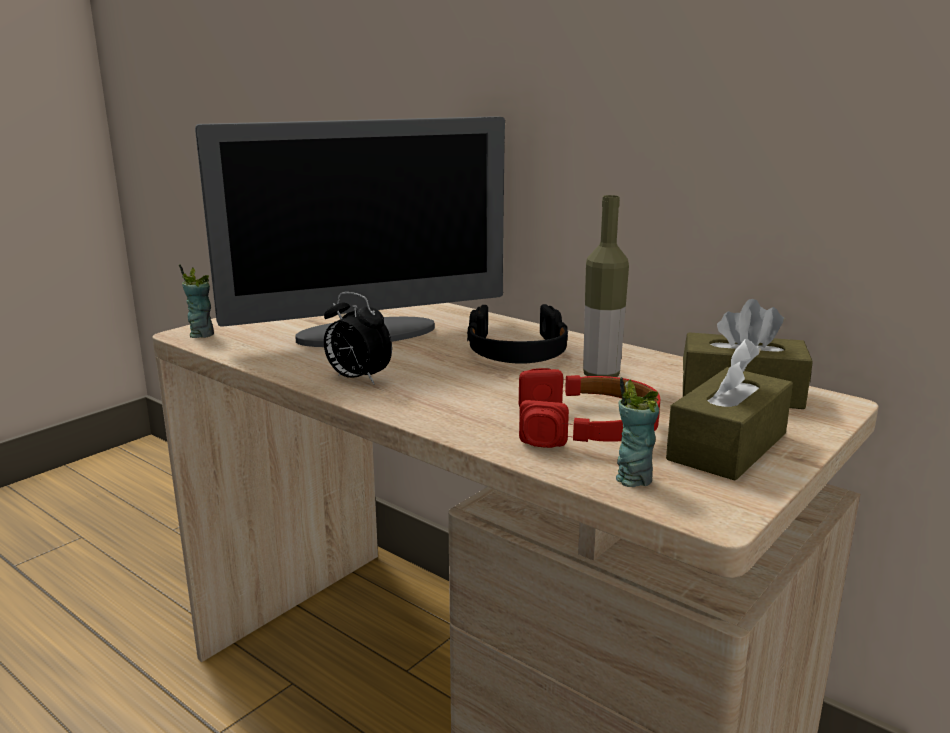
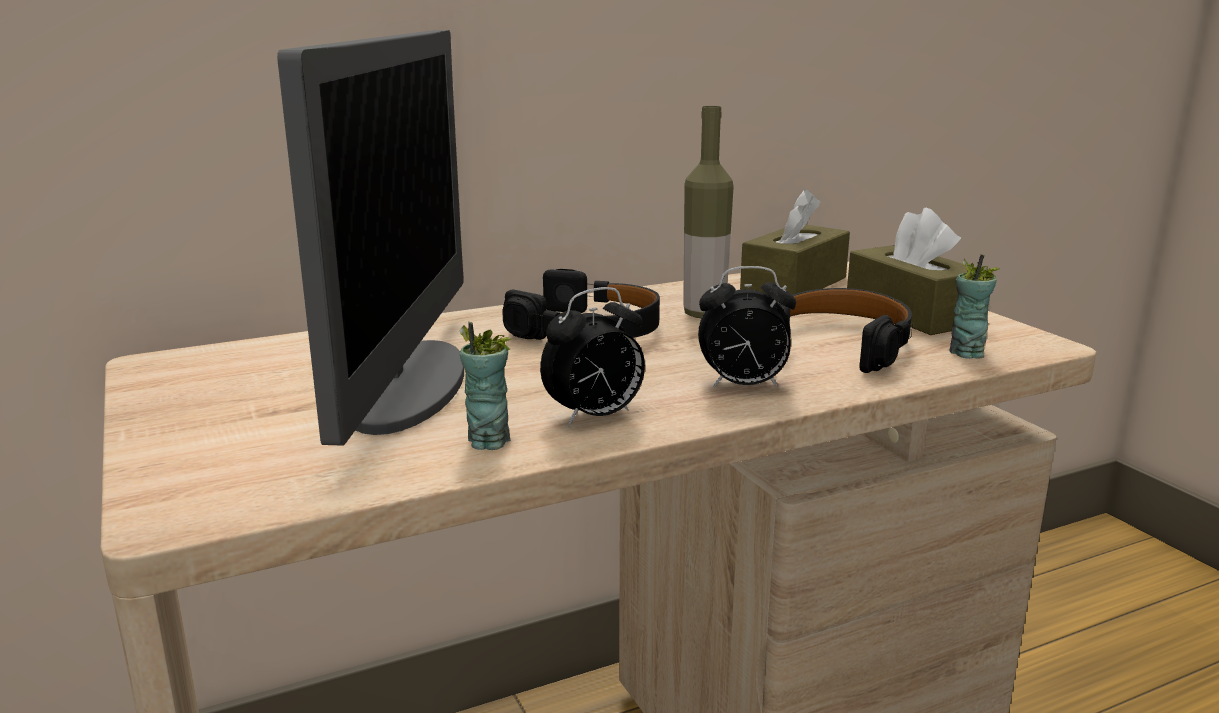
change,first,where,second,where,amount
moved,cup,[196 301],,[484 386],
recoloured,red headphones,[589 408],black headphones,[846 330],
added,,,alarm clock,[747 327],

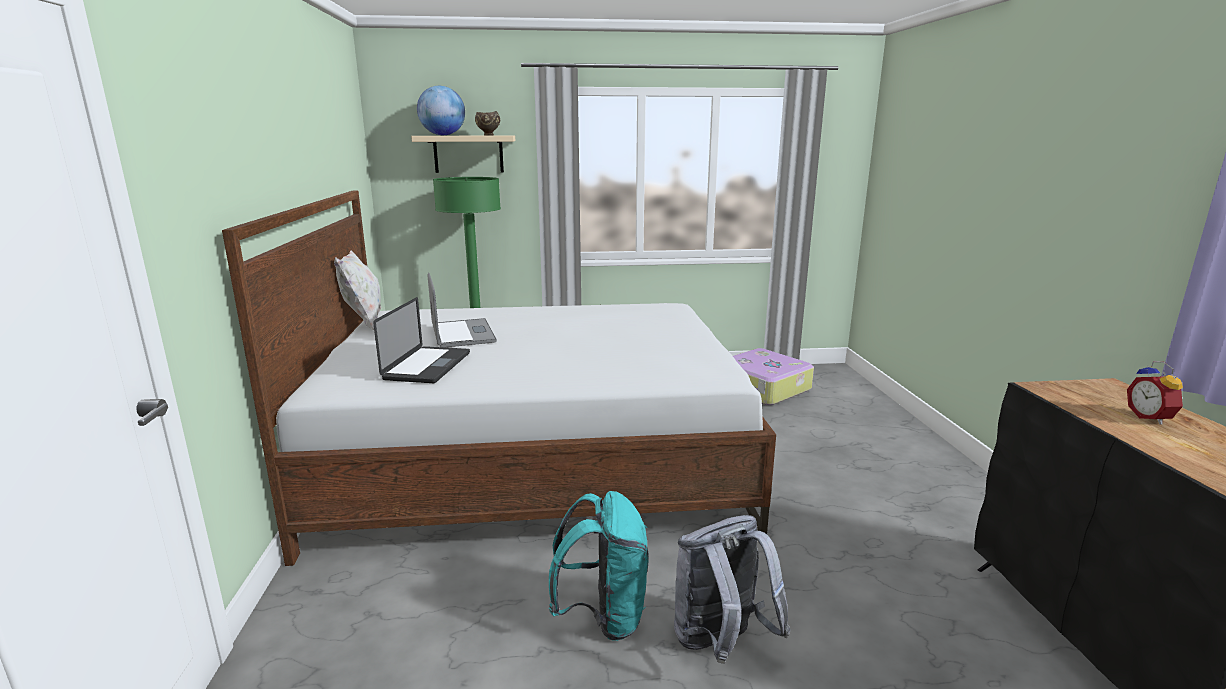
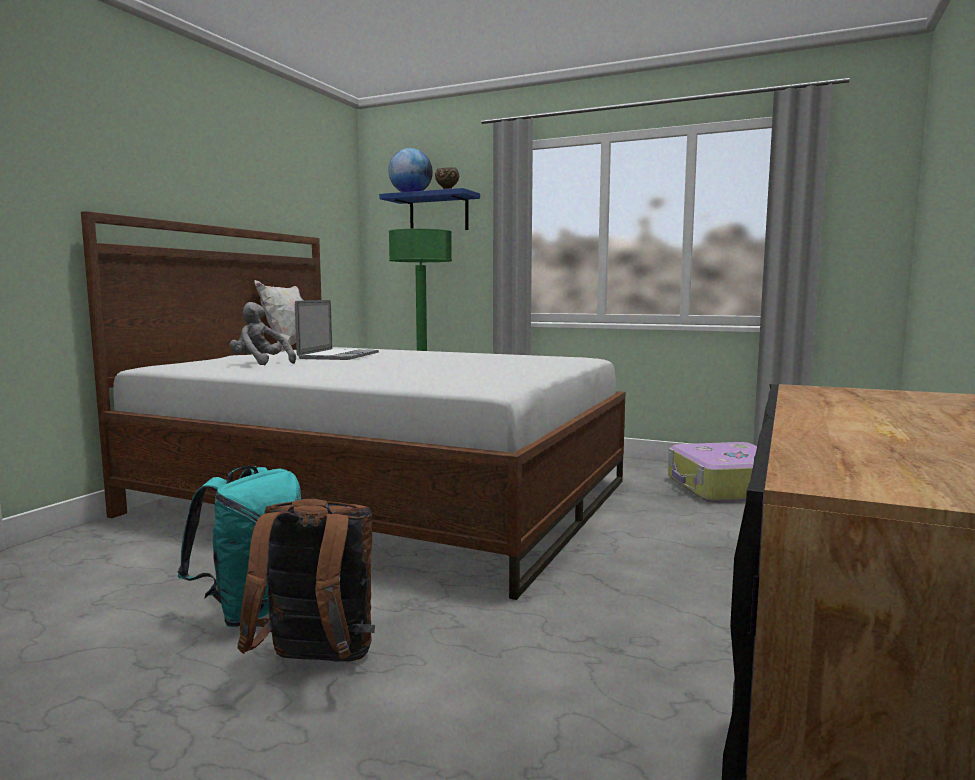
change,first,where,second,where,amount
recoloured,beige shelf,[463 154],blue shelf,[429 209],
replaced,laptop,[421 340],grey plush toy,[262 333],
removed,alarm clock,[1155 393],,,
recoloured,grey backpack,[732 589],brown backpack,[306 580],

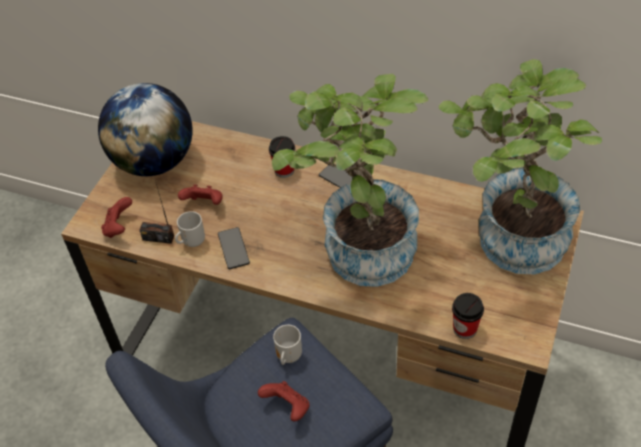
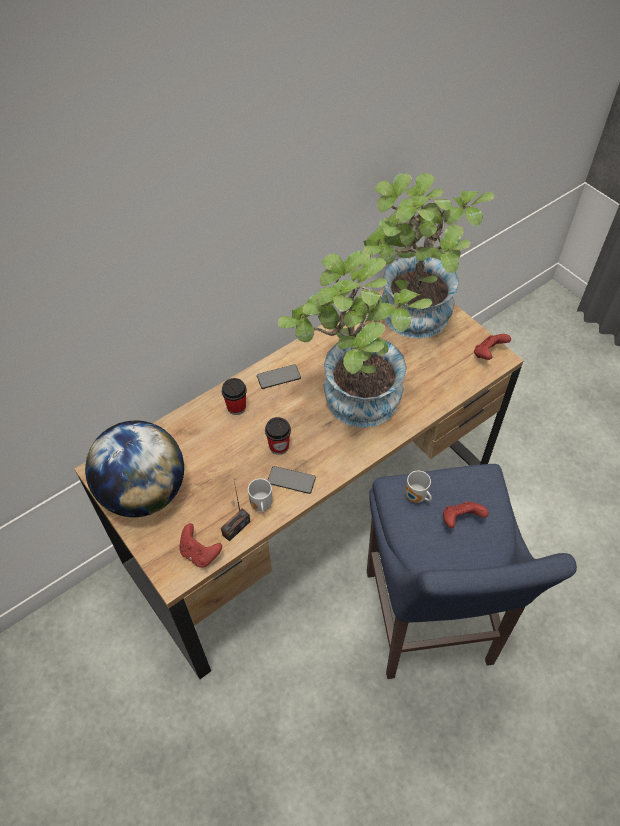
change,first,where,second,where,amount
moved,red game controller,[200 194],,[492 347],
moved,cup,[468 316],,[278 436],

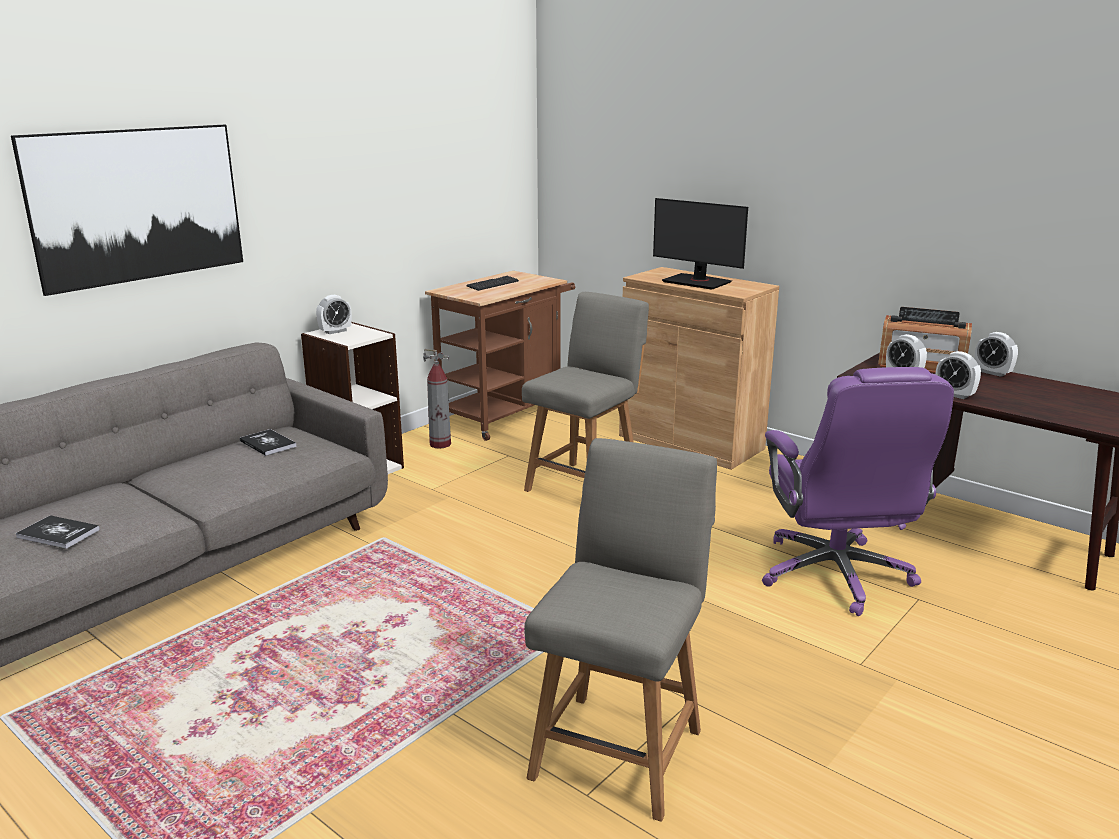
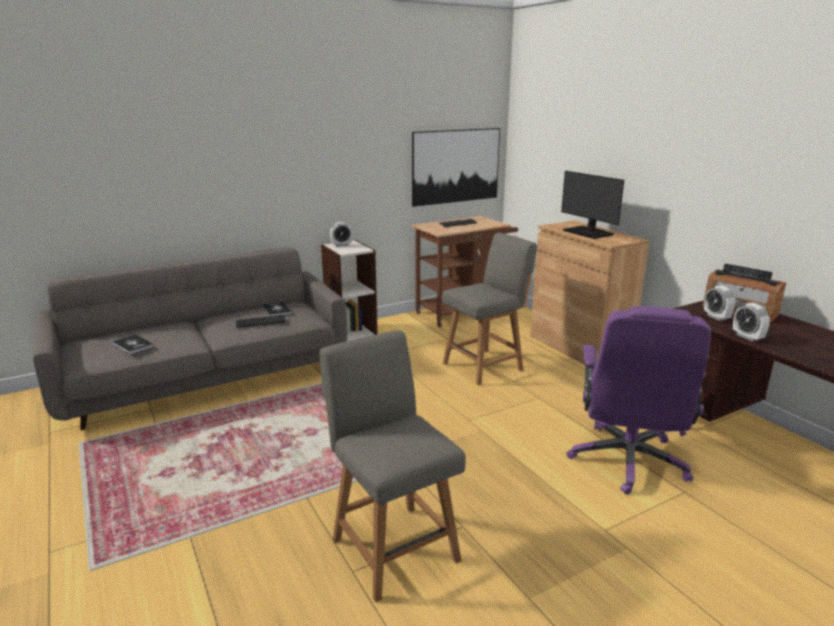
change,first,where,second,where,amount
moved,picture,[127 210],,[456 167],
removed,alarm clock,[996 354],,,
removed,fire extinguisher,[437 399],,,
turned,grey chair,[620 630],,[393 466],75 degrees counterclockwise
added,,,keyboard,[261 321],

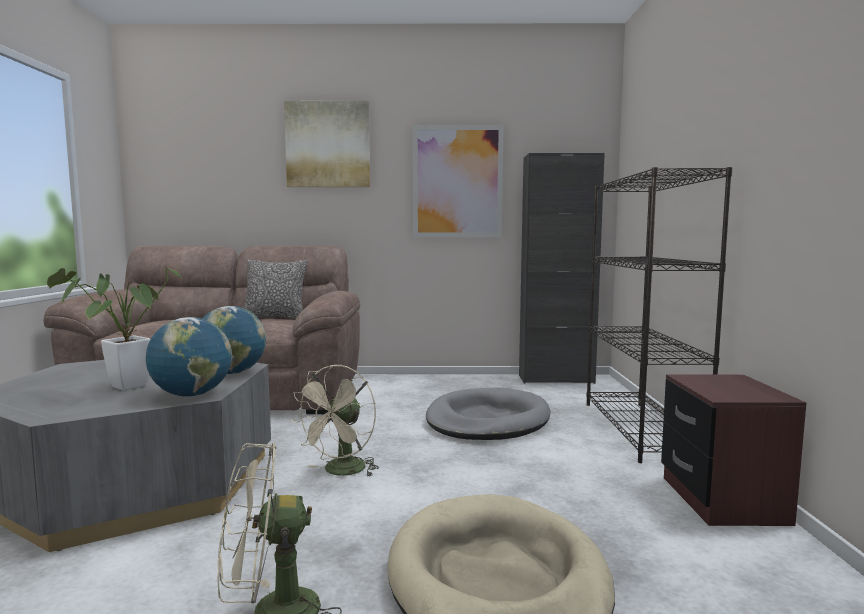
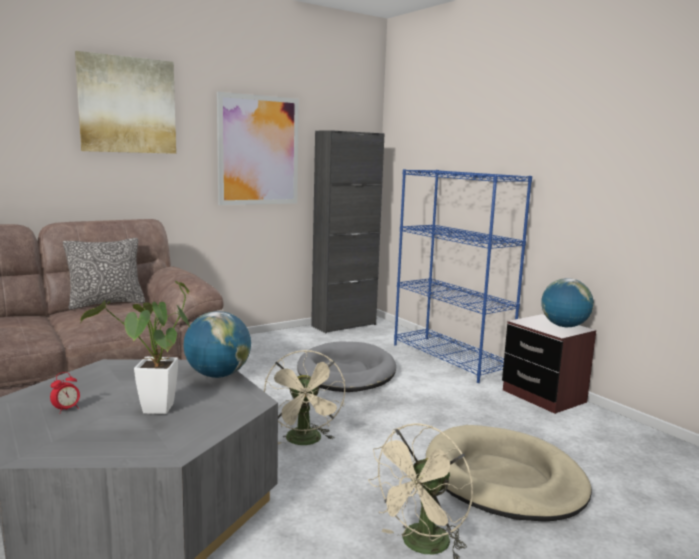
change,first,where,second,where,amount
recoloured,black bookcase,[659 315],blue bookcase,[463 276],
moved,globe,[189 357],,[567 303],
added,,,alarm clock,[65 393],

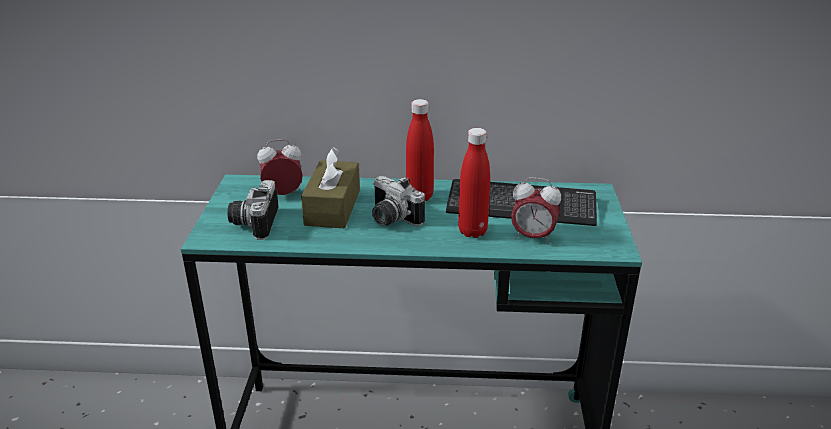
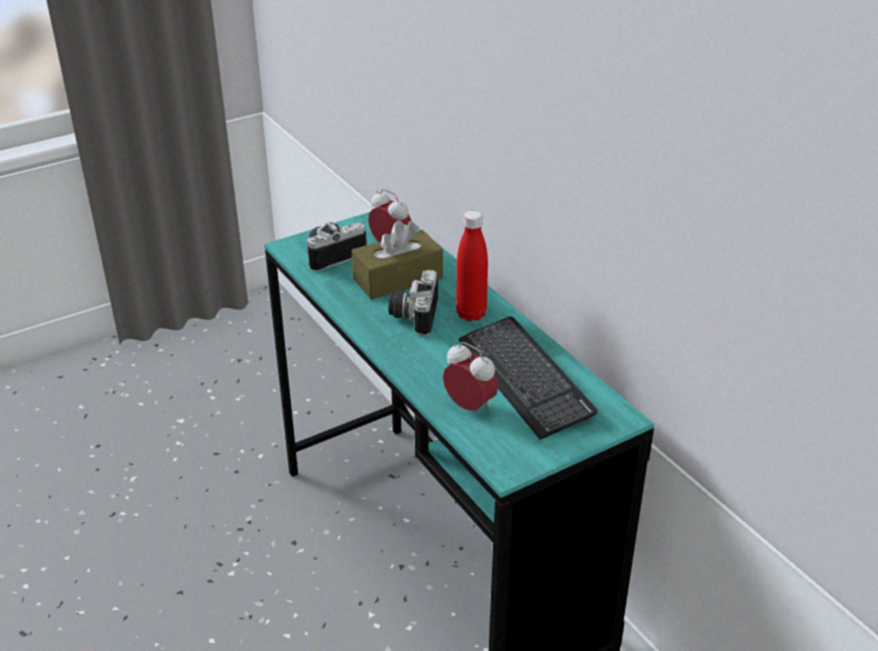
change,first,where,second,where,amount
removed,red bottle,[474 183],,,
turned,alarm clock,[536 210],,[471 376],150 degrees clockwise

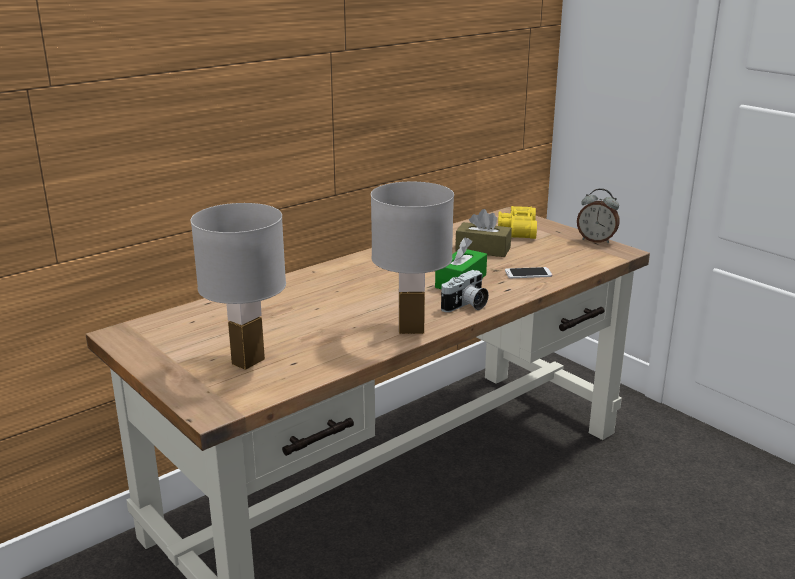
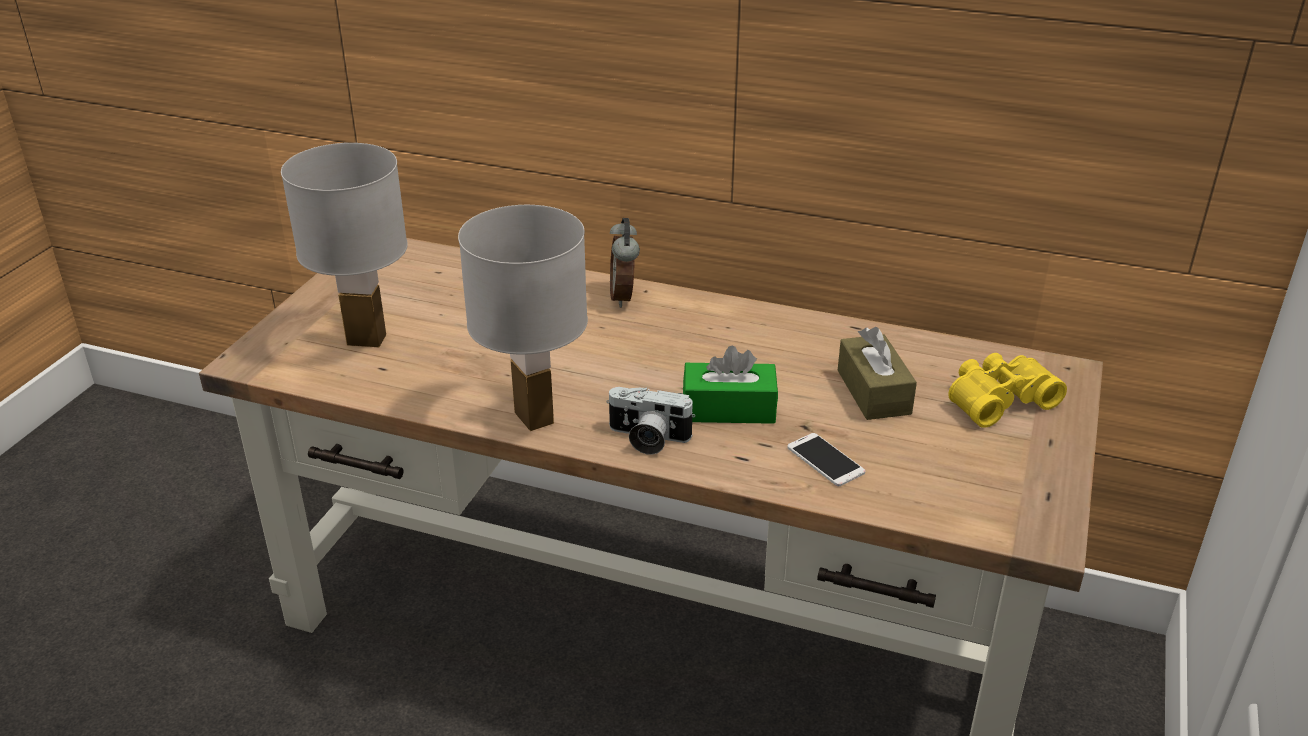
change,first,where,second,where,amount
moved,alarm clock,[598 216],,[625 263],

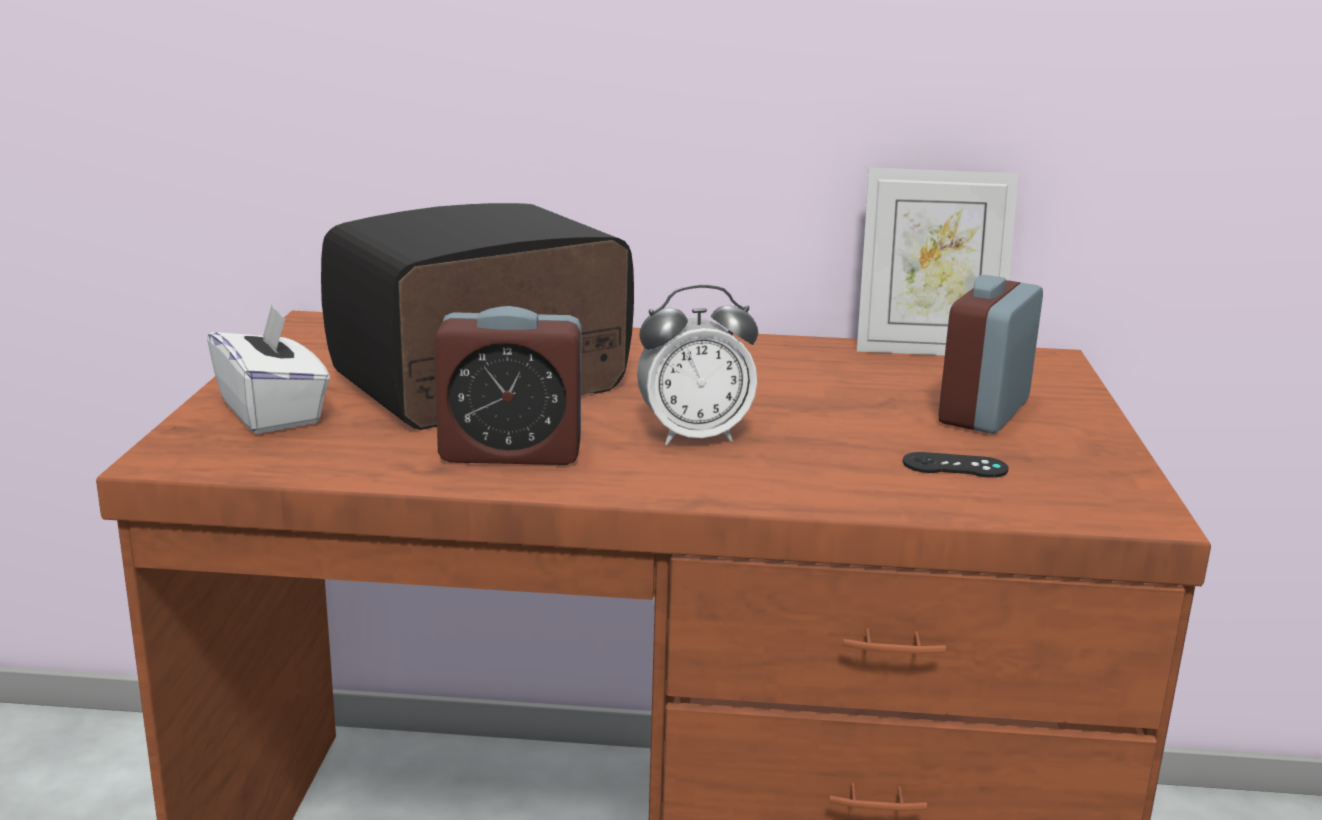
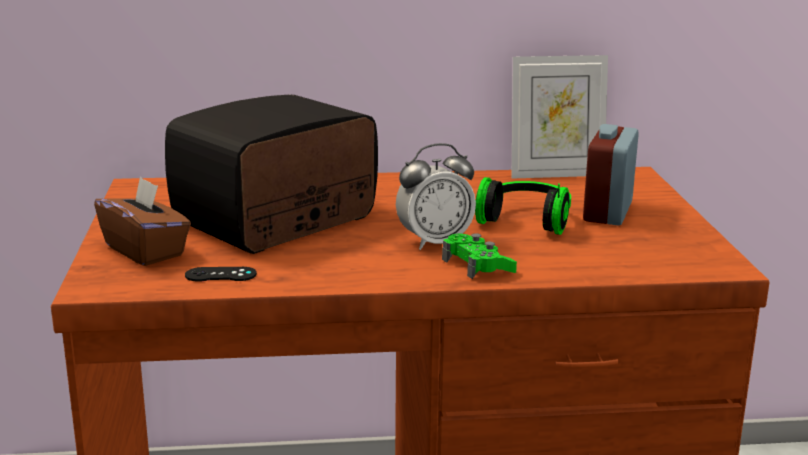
change,first,where,second,where,amount
recoloured,white tissue box,[268 369],brown tissue box,[142 221],
removed,alarm clock,[507 385],,,
moved,black game controller,[955 465],,[221 274],
added,,,headphones,[523 206],
added,,,green game controller,[479 256],

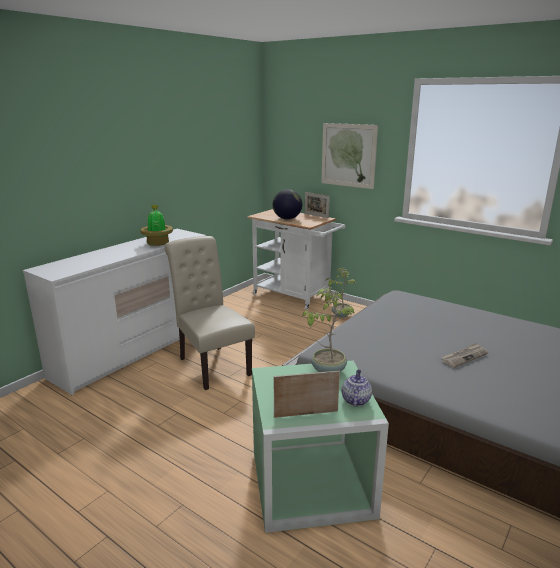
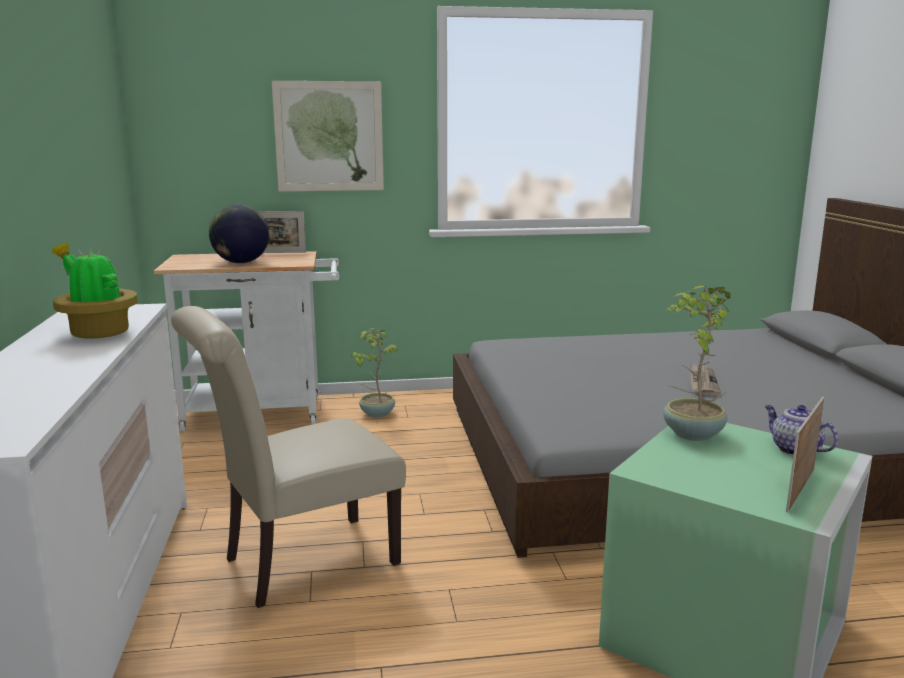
change,first,where,second,where,amount
turned,beige chair,[209 313],,[288 457],45 degrees counterclockwise

